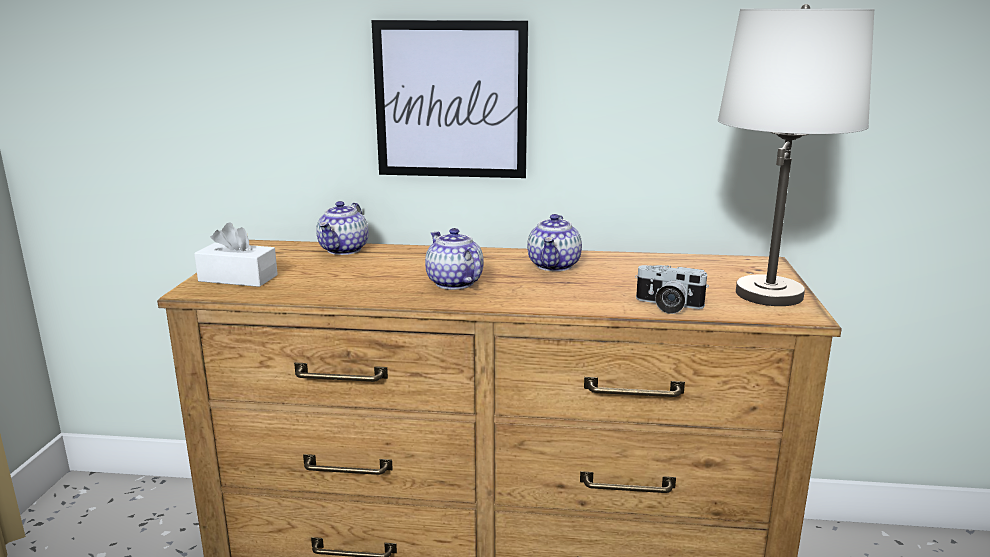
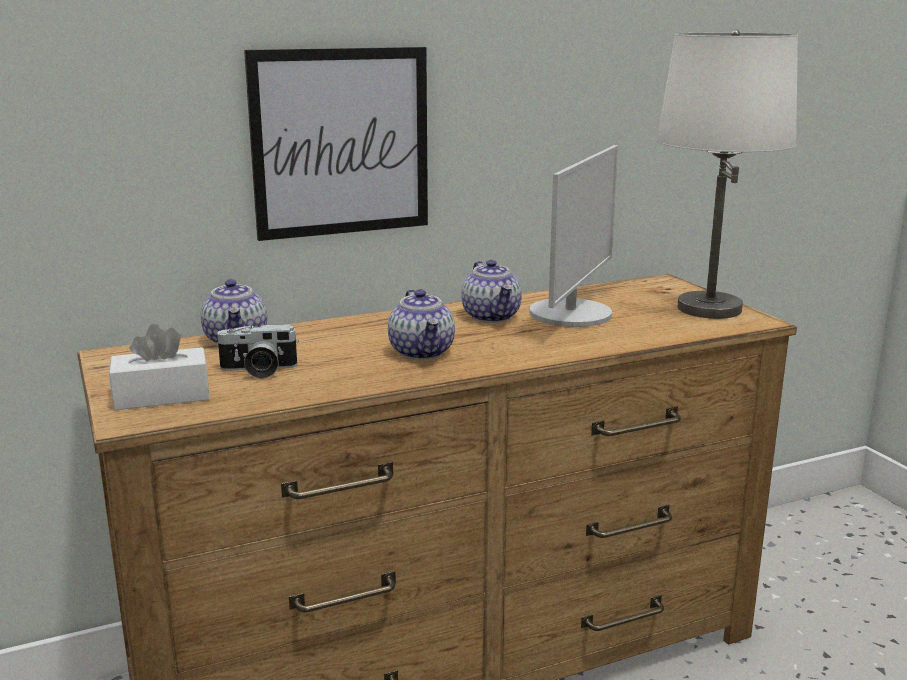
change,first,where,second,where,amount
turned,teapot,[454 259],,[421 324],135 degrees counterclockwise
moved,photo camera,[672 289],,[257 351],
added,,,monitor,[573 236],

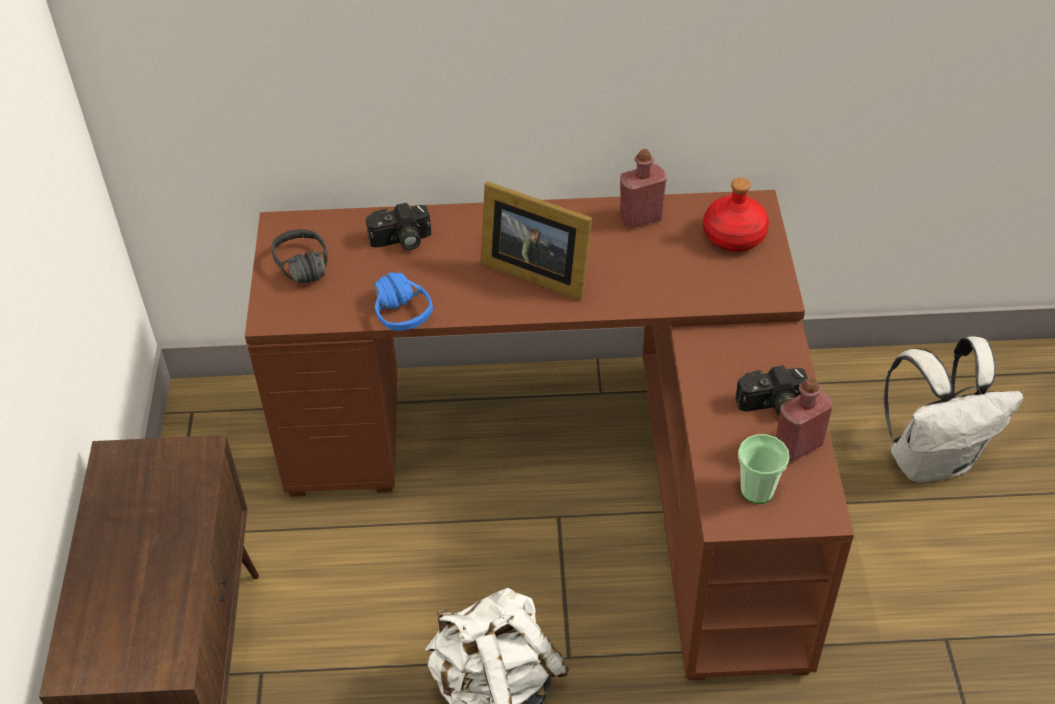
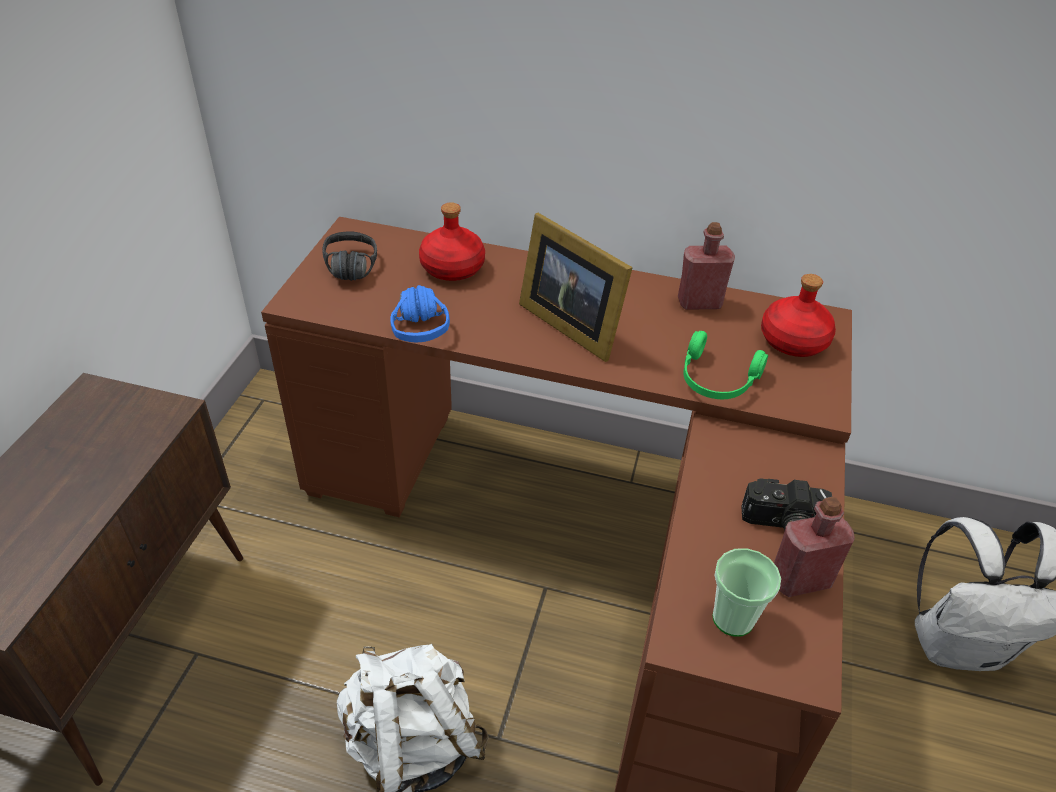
change,first,where,second,where,amount
replaced,photo camera,[398 226],red bottle,[452 241],
added,,,green headphones,[725 365],

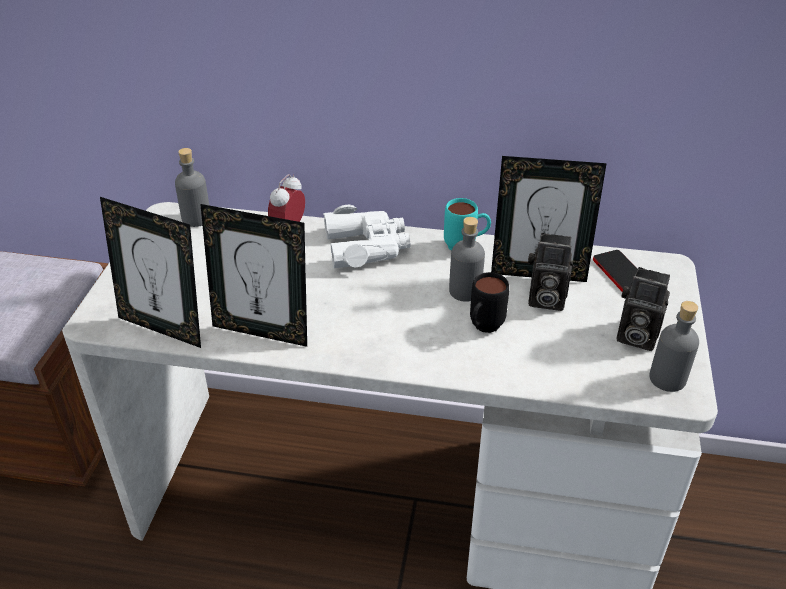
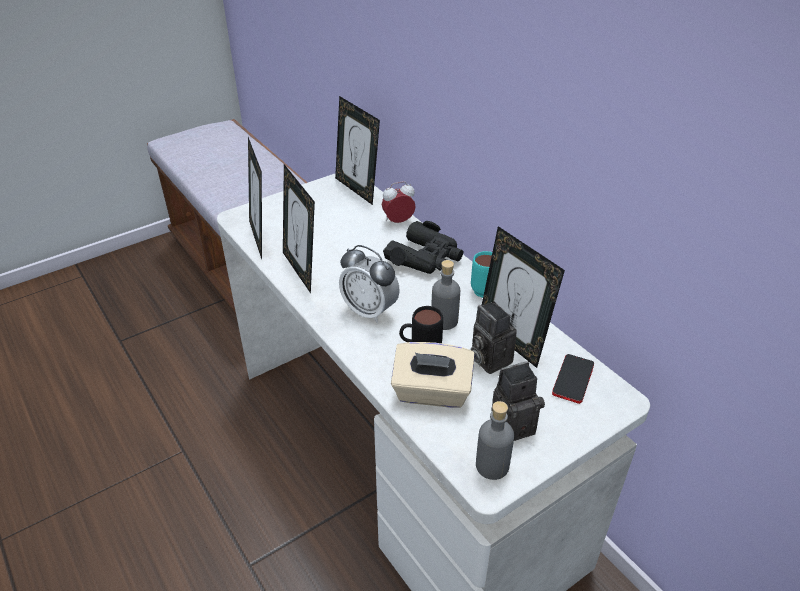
change,first,where,second,where,amount
replaced,grey bottle,[192 187],picture frame,[357 150],
recoloured,white binoculars,[367 236],black binoculars,[423 247],
turned,photo camera,[643 309],,[518 401],90 degrees clockwise
added,,,alarm clock,[369 284],
added,,,beige tissue box,[433 375],

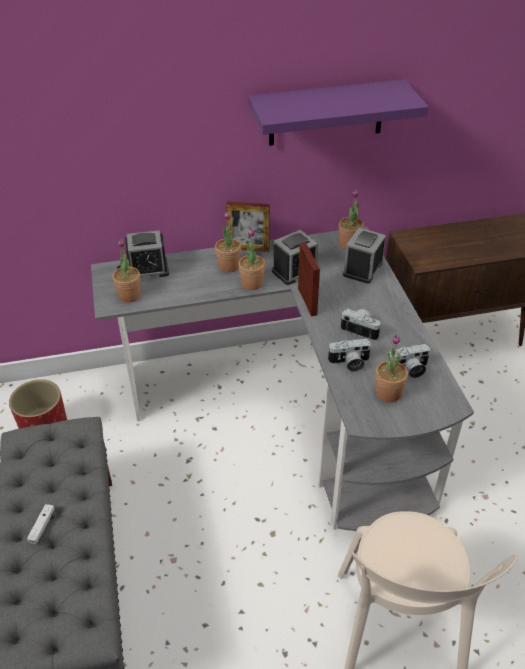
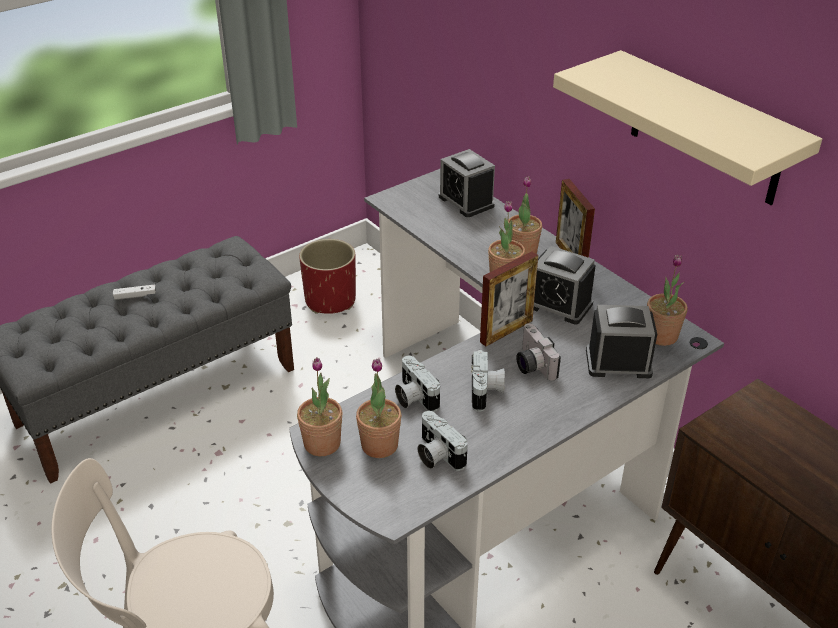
change,first,where,second,where,amount
recoloured,purple shelf,[338 112],beige shelf,[687 127],
moved,potted plant,[127 271],,[319 406],
added,,,photo camera,[538 352],

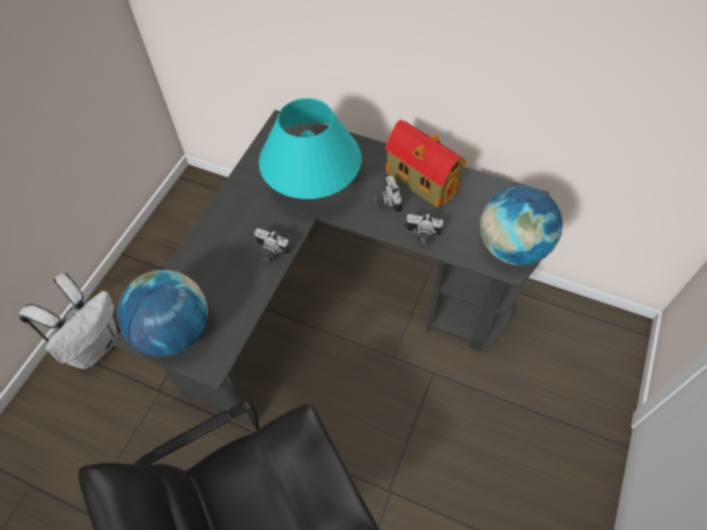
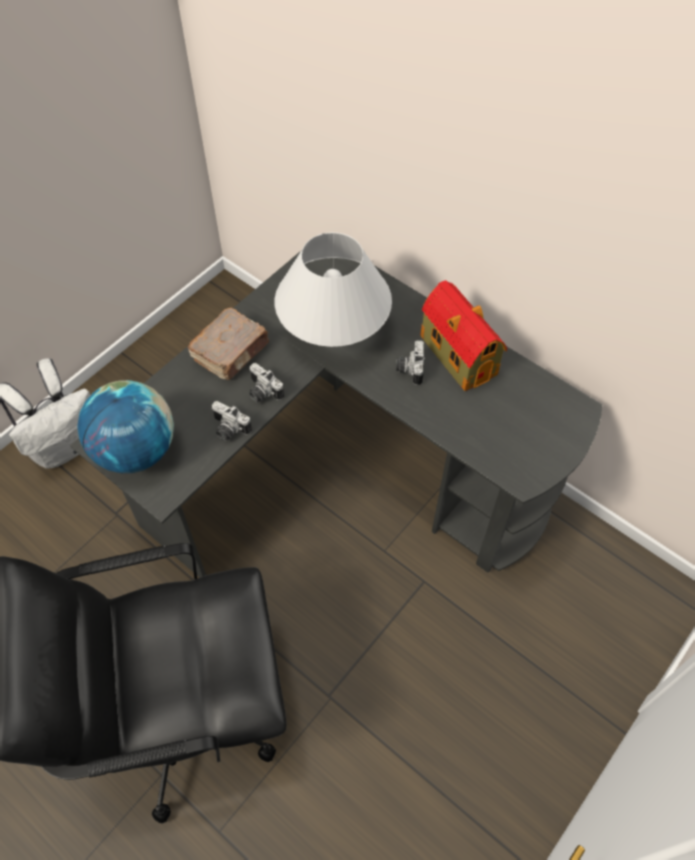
change,first,where,second,where,amount
recoloured,turquoise table lamp,[310 148],white table lamp,[333 289],
removed,globe,[521 225],,,
moved,photo camera,[424 229],,[231 421],
added,,,brown book,[228 344],

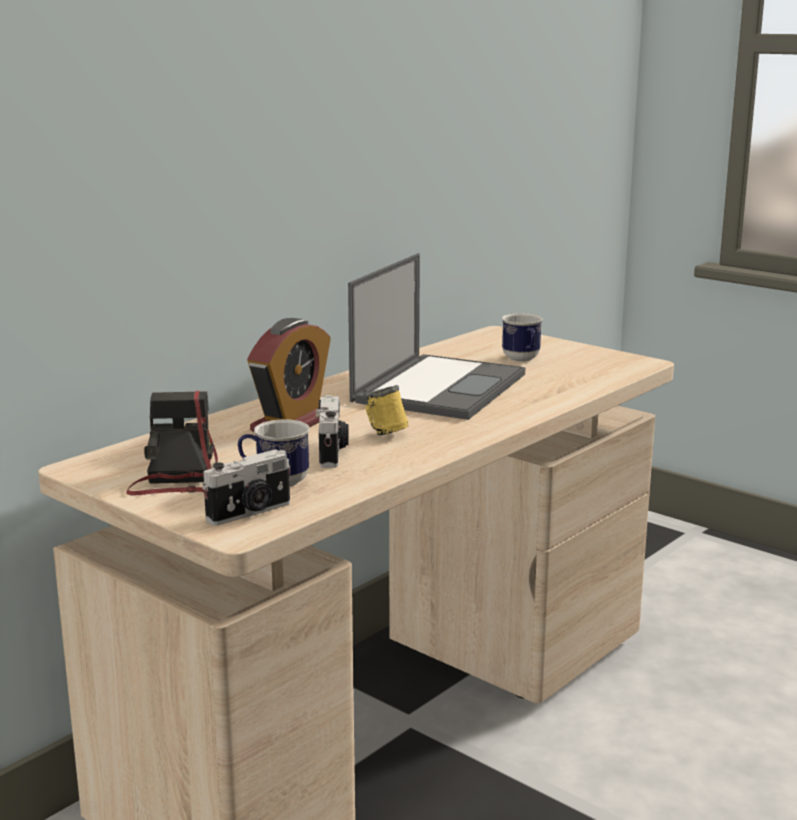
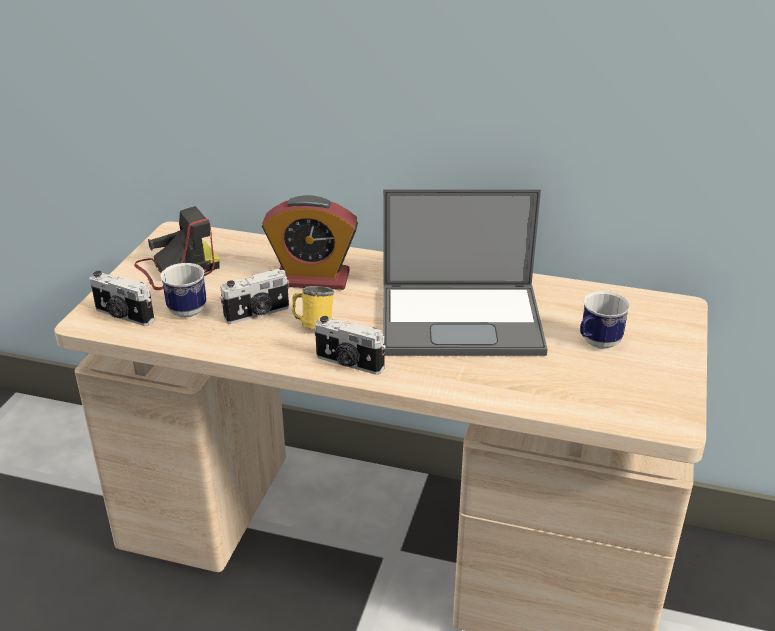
change,first,where,second,where,amount
added,,,photo camera,[350 345],

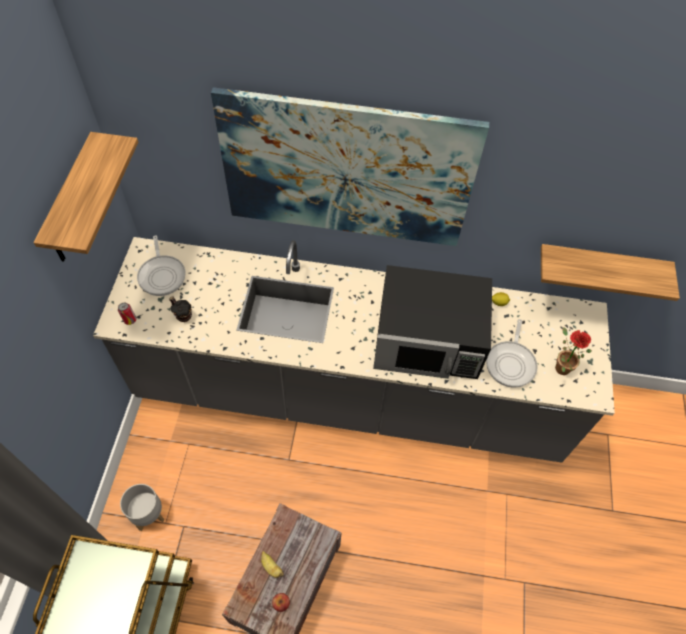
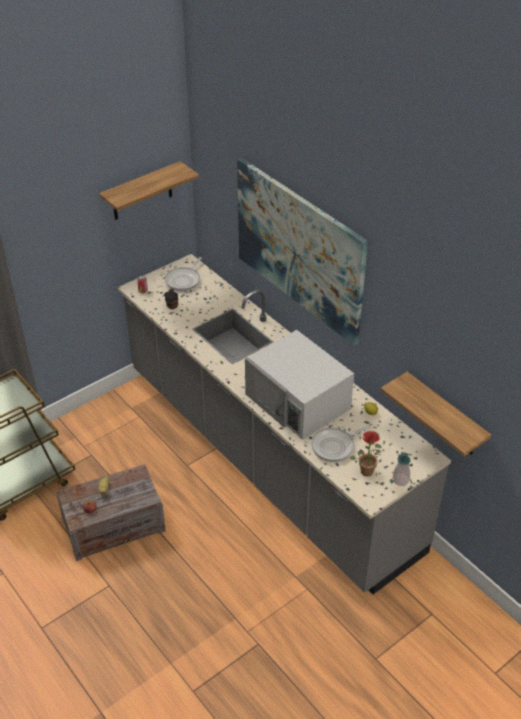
change,first,where,second,where,amount
recoloured,black microwave,[432 322],white microwave,[299 385],
removed,grey planter,[142 507],,,
added,,,soap dispenser,[402 469],

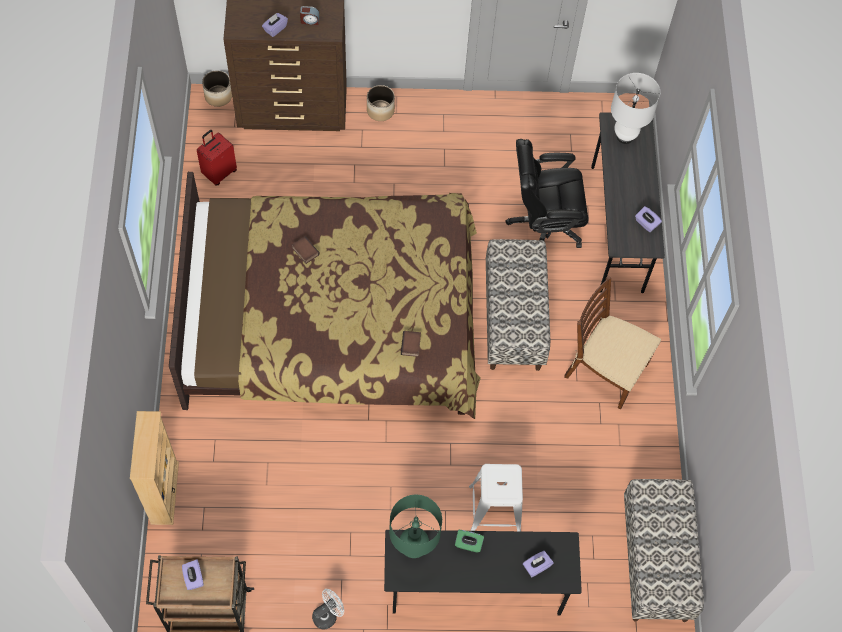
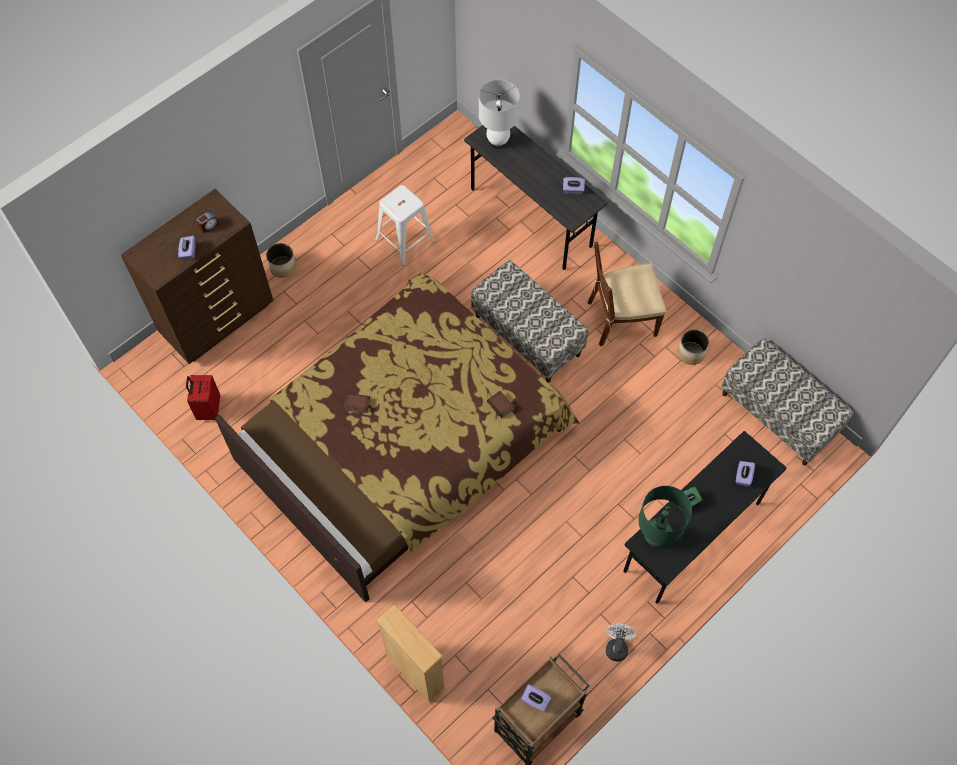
change,first,where,second,where,amount
moved,planter,[217 89],,[693 347],
removed,black office chair,[546 193],,,
moved,white stool,[496 497],,[405 225],

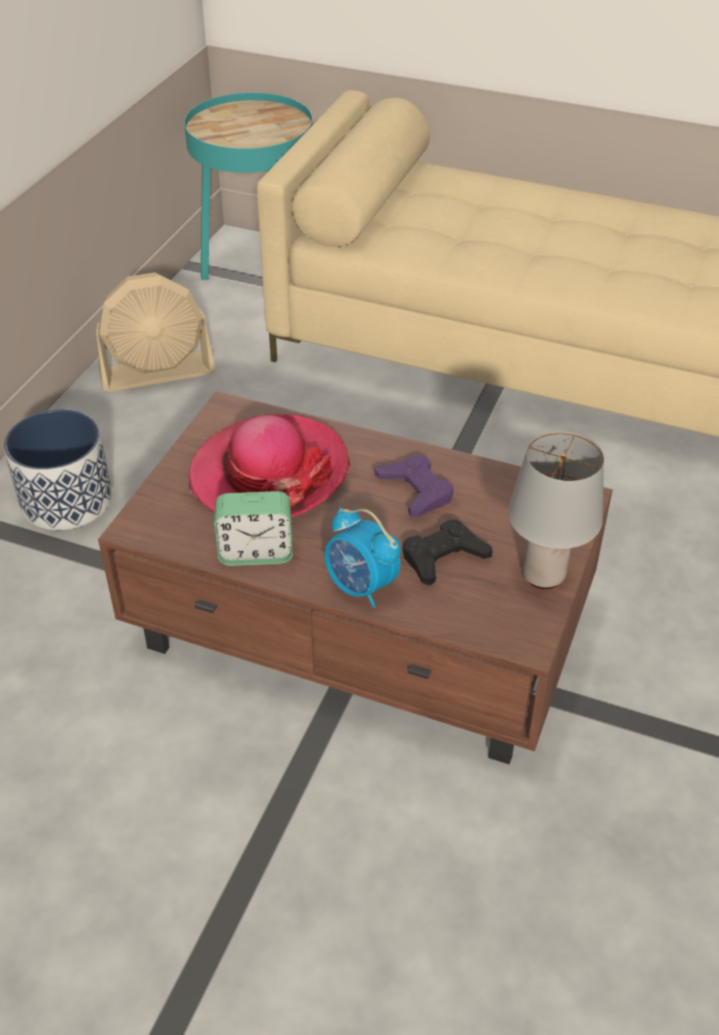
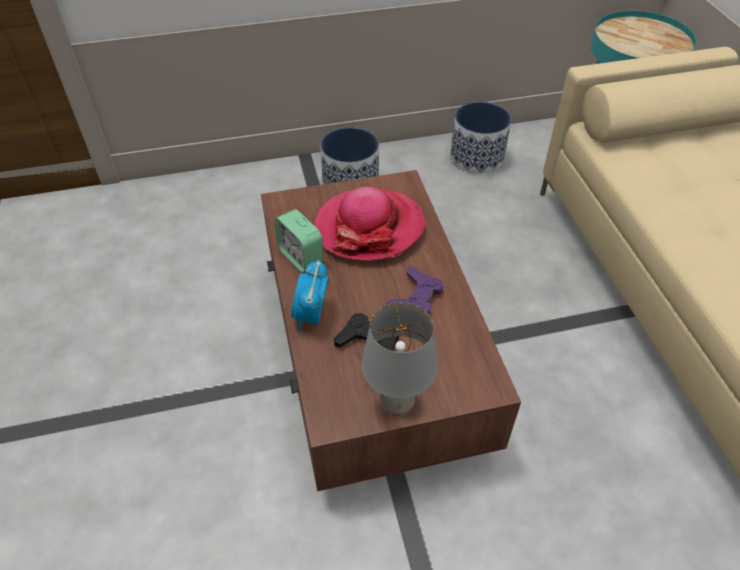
change,first,where,second,where,amount
replaced,beige fan,[156 332],planter,[480 137],

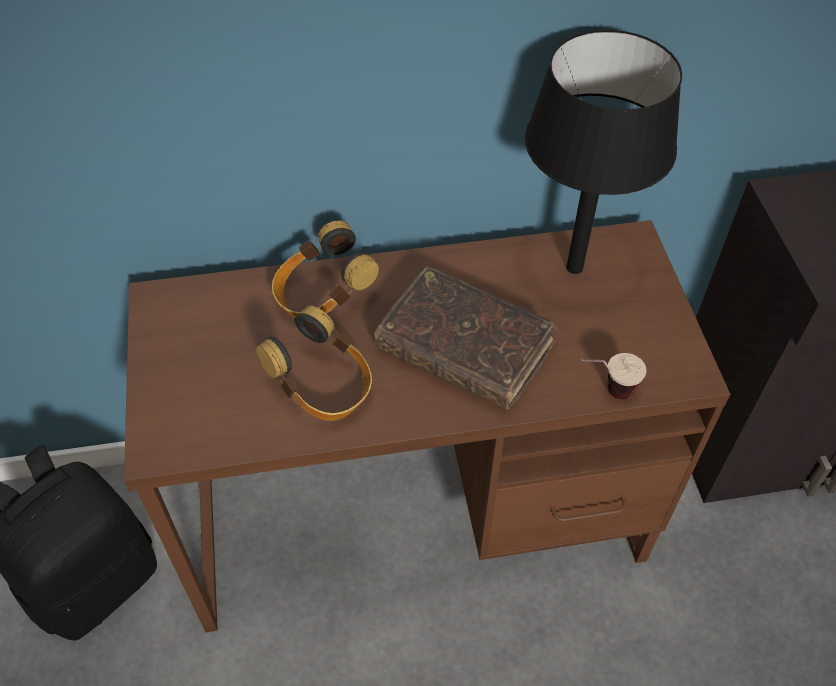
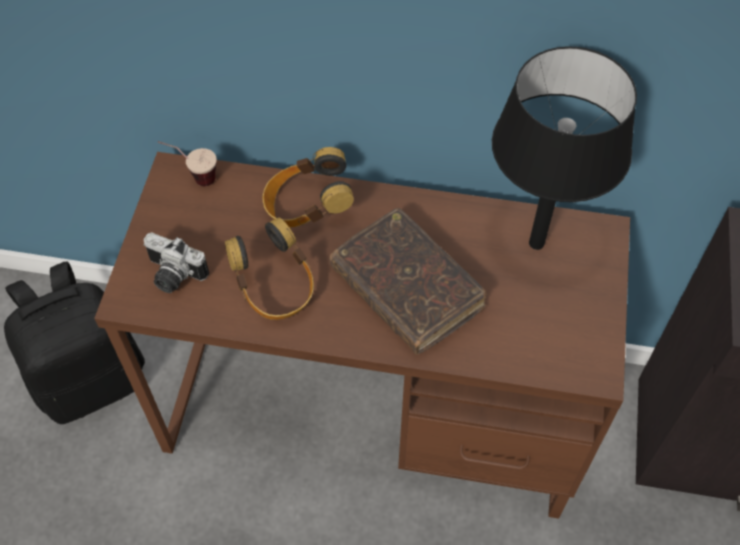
change,first,where,second,where,amount
moved,cup,[614 376],,[187 163],
added,,,photo camera,[176 262],

